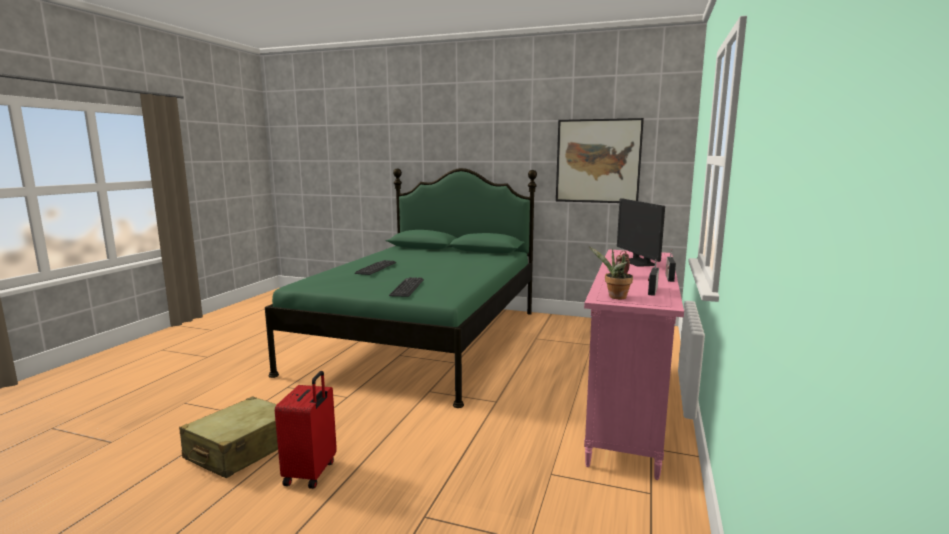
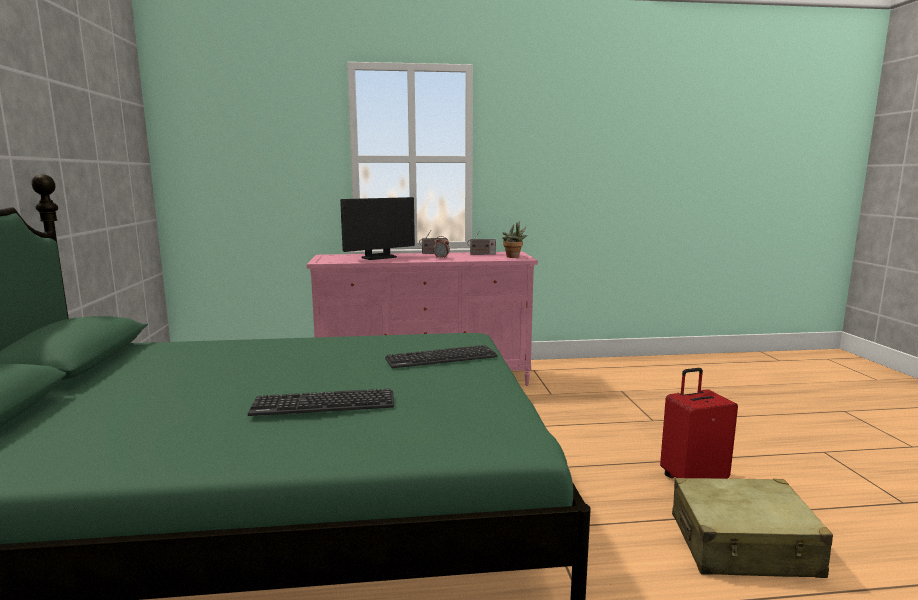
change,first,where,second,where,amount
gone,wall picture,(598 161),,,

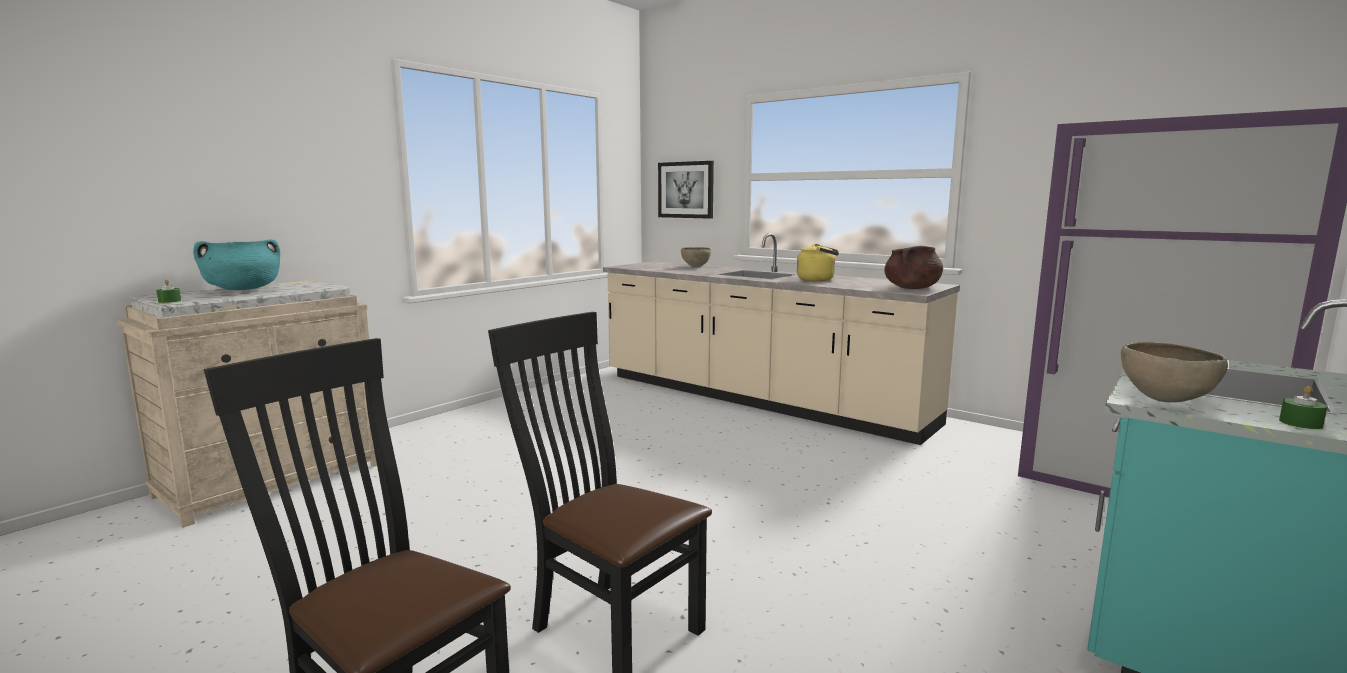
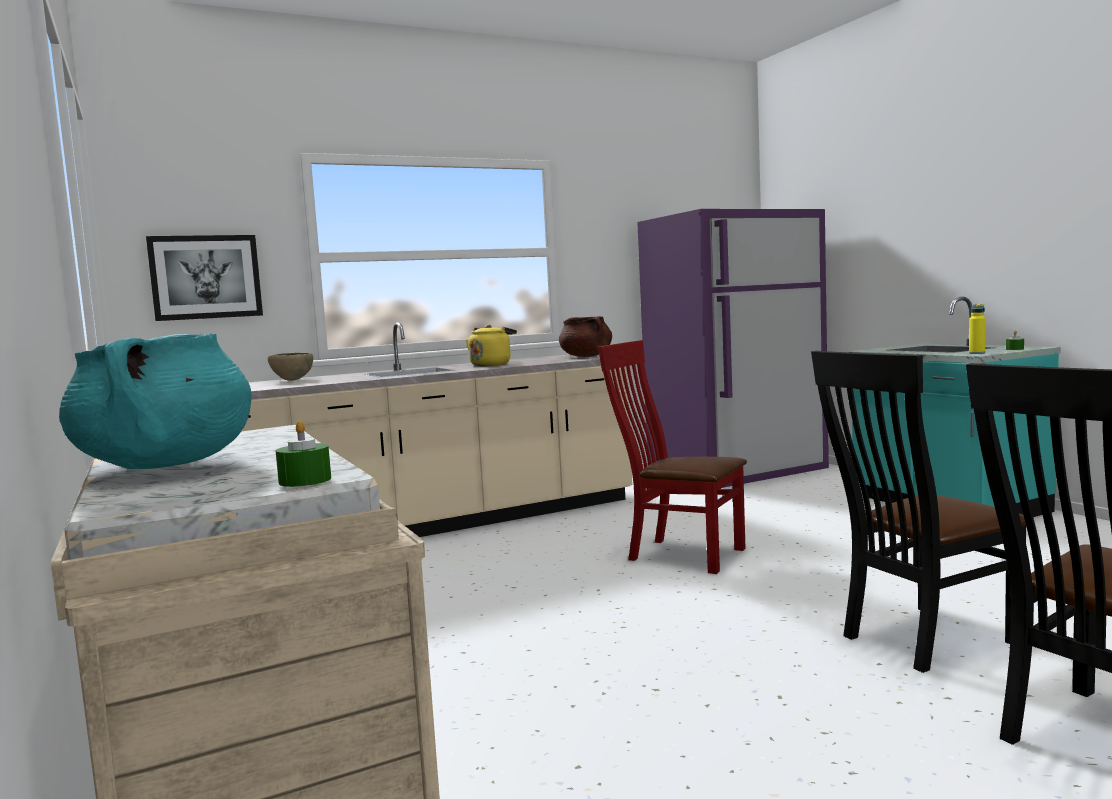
change,first,where,second,where,amount
new,,,red plain chair,(679 554),
swapped,brownish serving bowl,(1164 401),yellow-coloured bottle,(977 353),

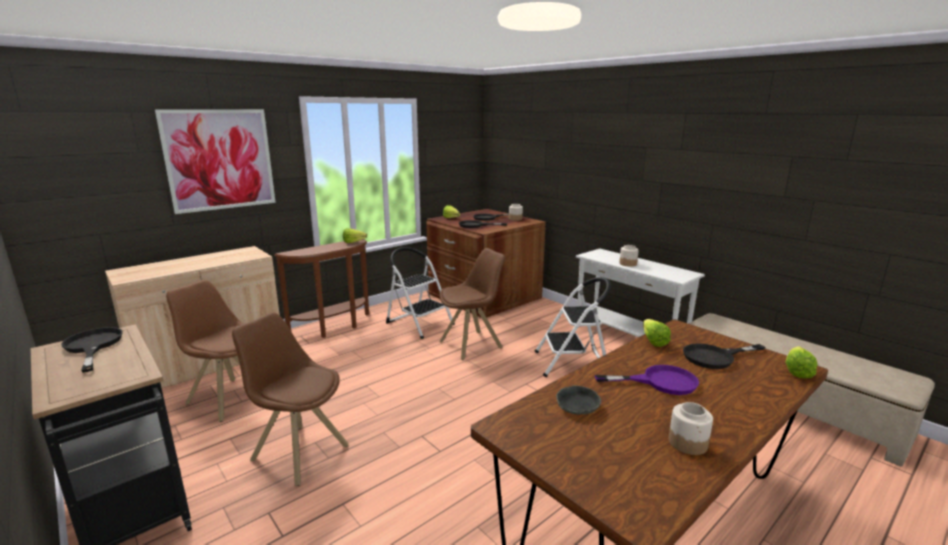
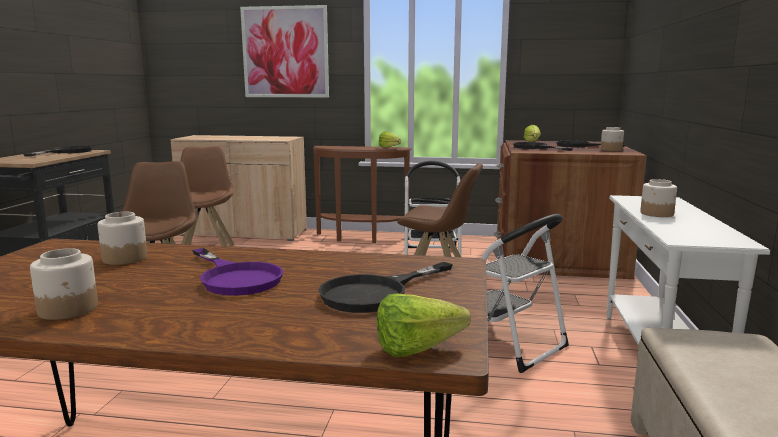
change,first,where,second,where,amount
swapped,gray serving bowl,(577 406),storage jar,(125 258),
rotated,black pan,(715 357),,(375 293),75 degrees counterclockwise
gone,lettuce,(652 340),,,

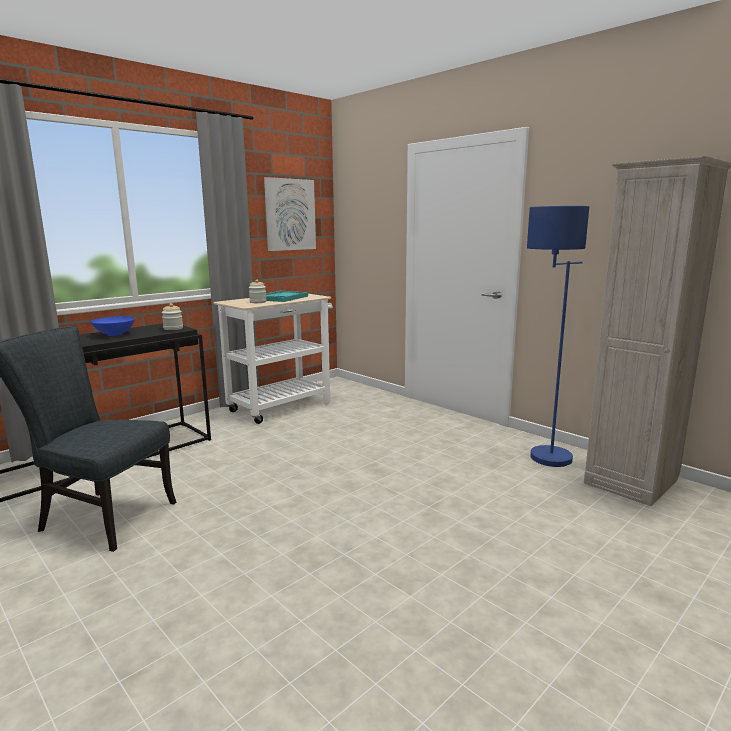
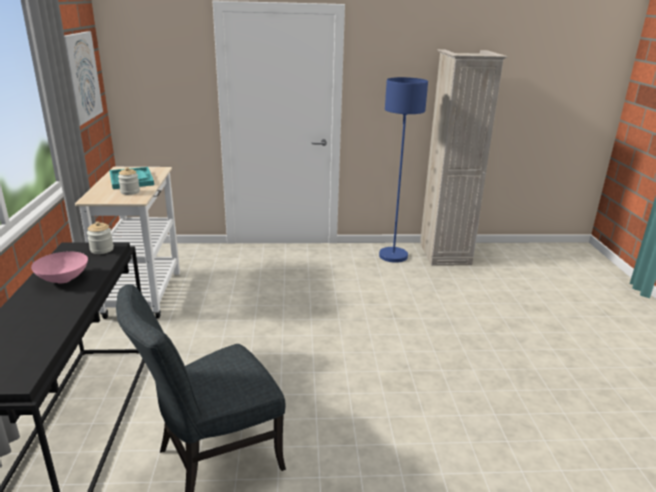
change,first,where,second,where,amount
repainted,blue-coloured serving bowl,(115 334),pink serving bowl,(64 279),

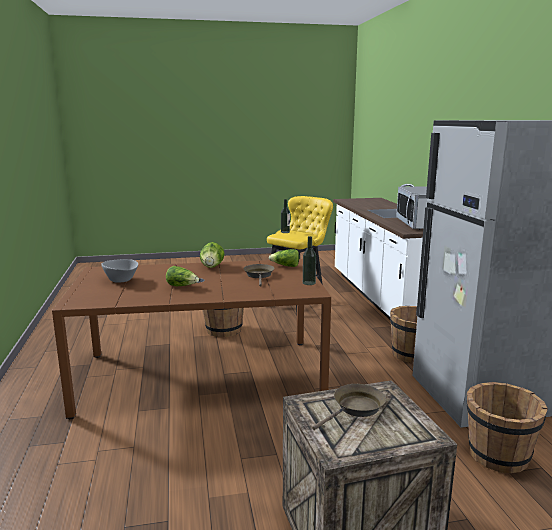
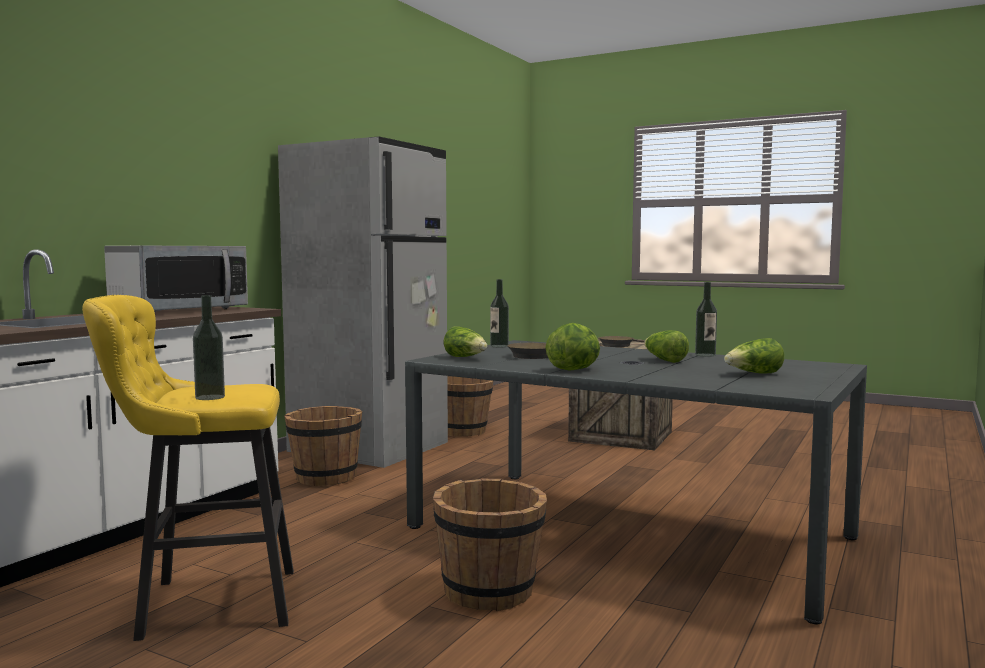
change,first,where,second,where,amount
repainted,brownish kitchen table,(201 375),gray kitchen table,(628 532),
new,,,bottle,(705 355),
swapped,gray serving bowl,(122 281),lettuce,(754 374),

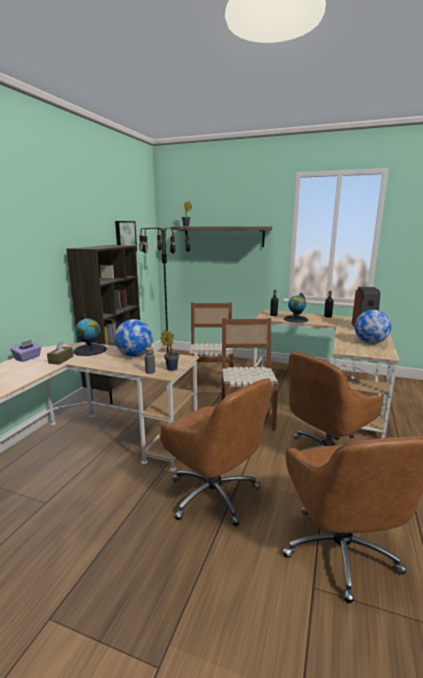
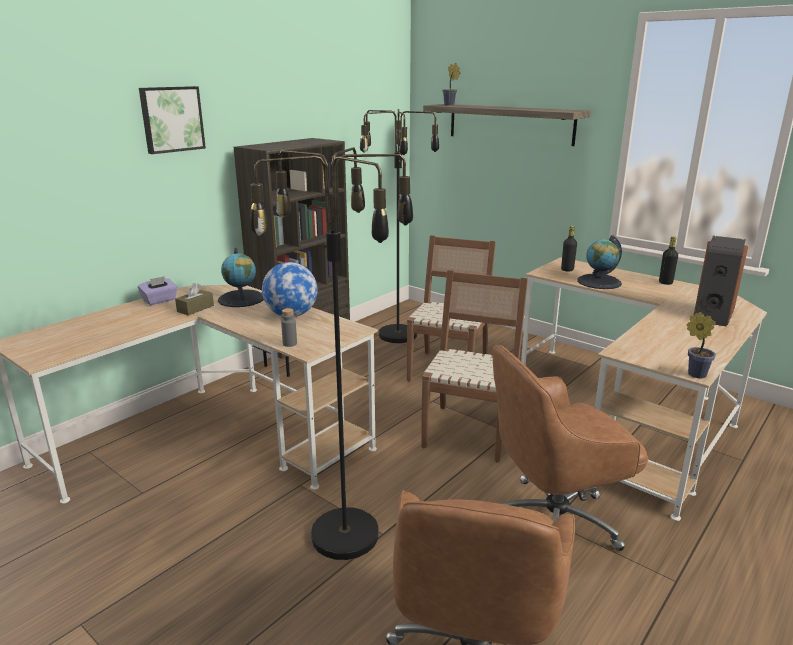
change,first,where,second,where,amount
shifted,wall picture,(125 236),,(171 119),
swapped,brownish computer chair,(213 494),standard lamp,(346 534),
shifted,plant in a pot,(170 368),,(694 374),
gone,desk globe,(370 342),,,

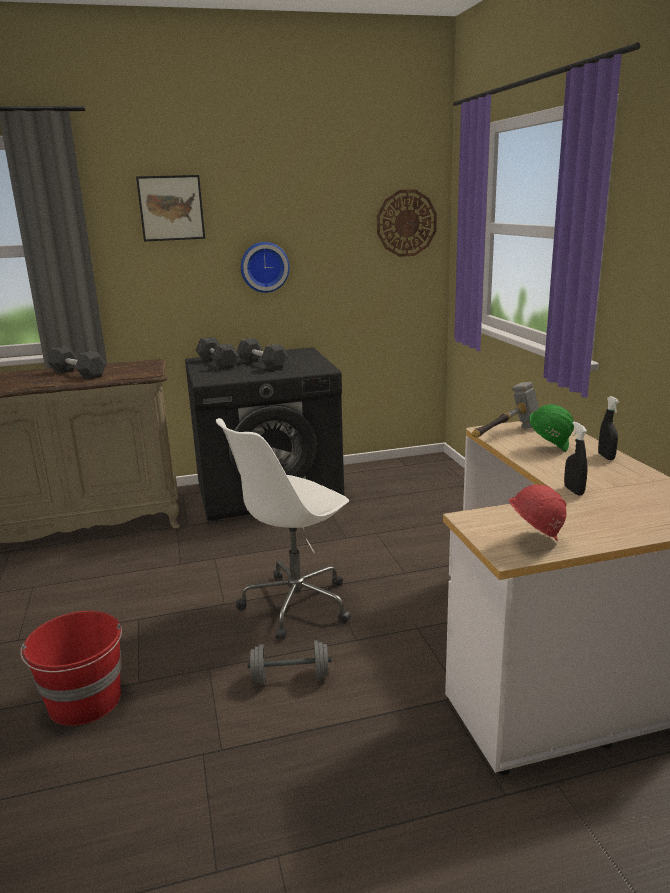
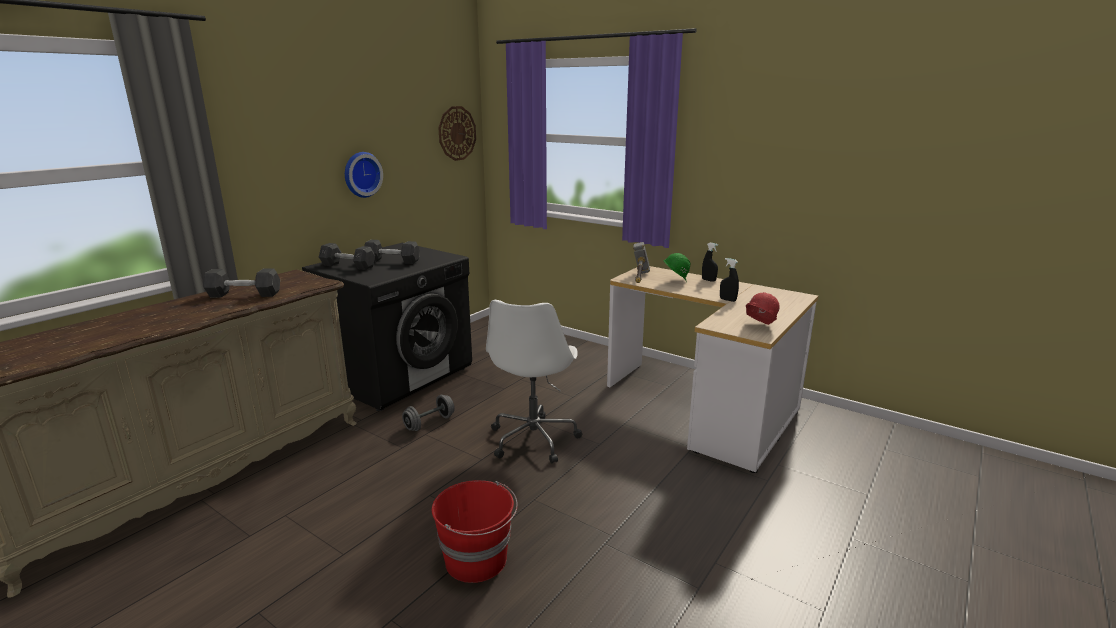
change,first,where,second,where,amount
shifted,gray hand weight,(290 678),,(429 423),
gone,wall picture,(171 208),,,

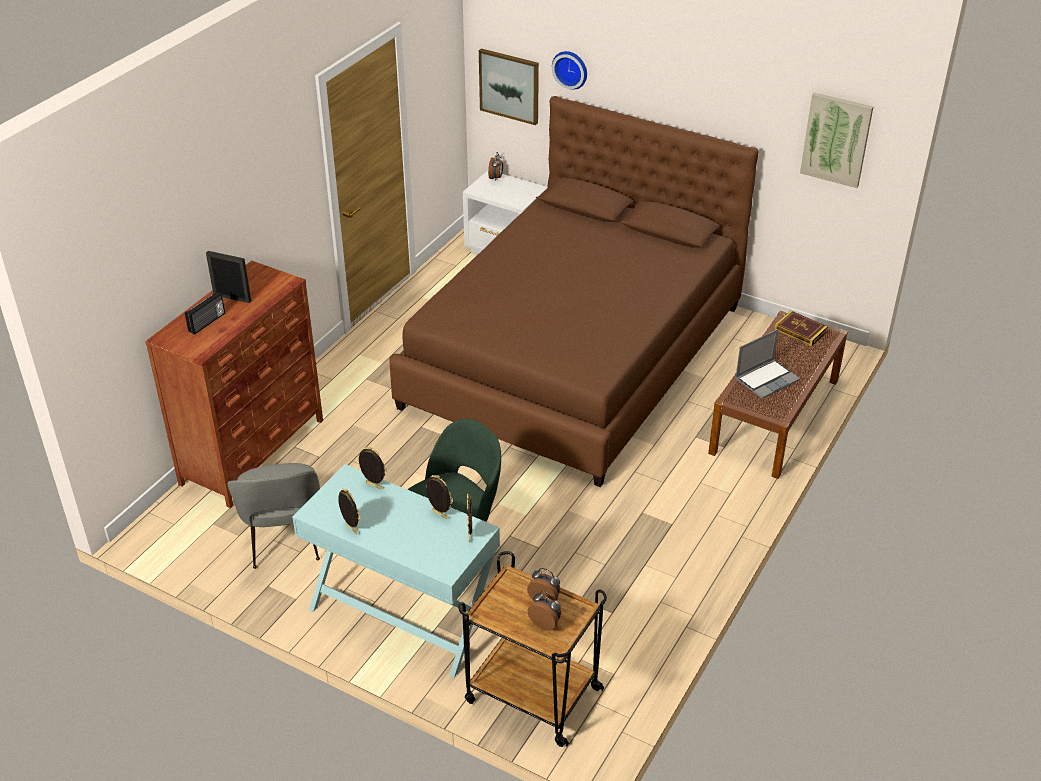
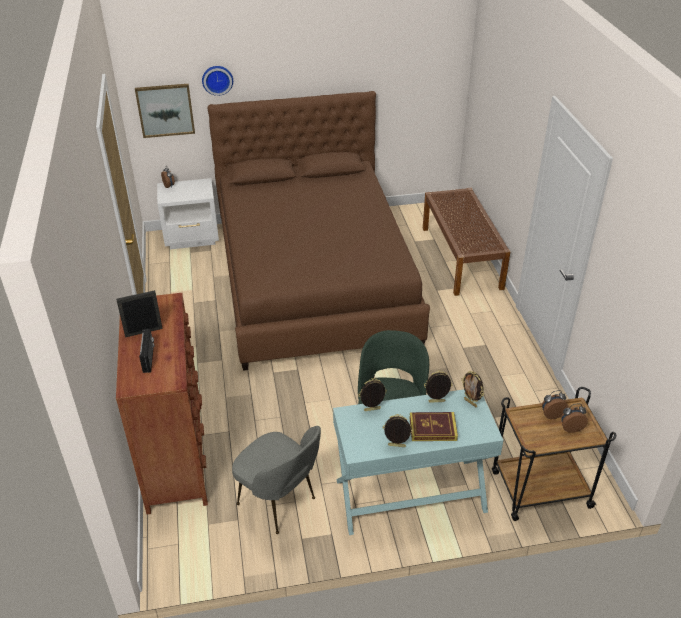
change,first,where,second,where,amount
shifted,book,(800 331),,(432 429),
gone,notebook computer,(767 379),,,
gone,wall picture,(836 139),,,

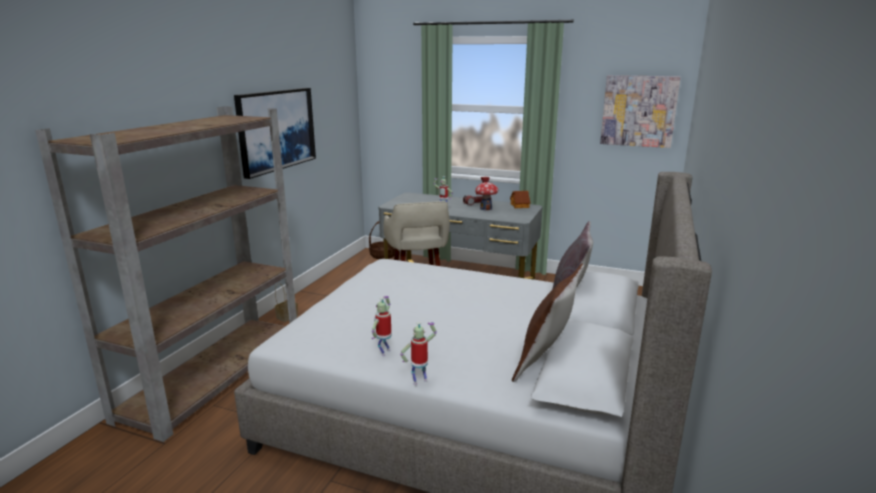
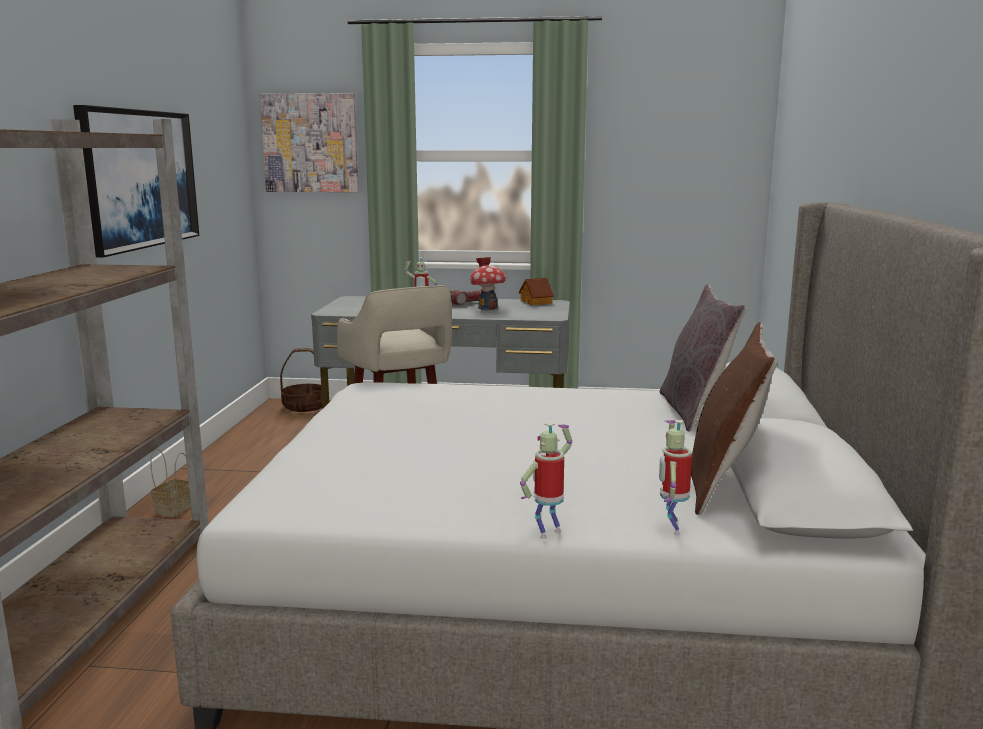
change,first,where,second,where,amount
shifted,wall picture,(638 111),,(310 143),
shifted,robot figure,(384 352),,(671 528),

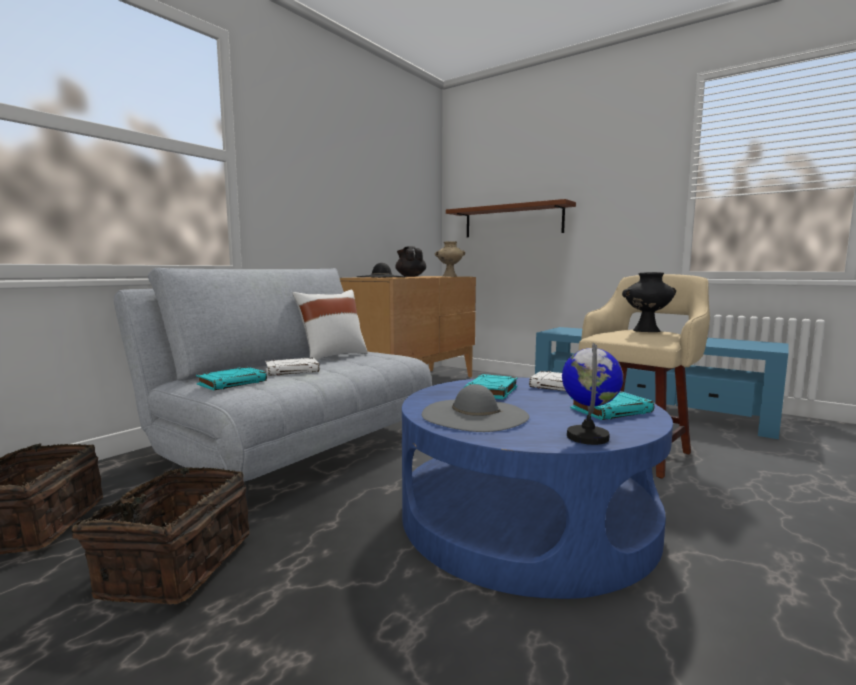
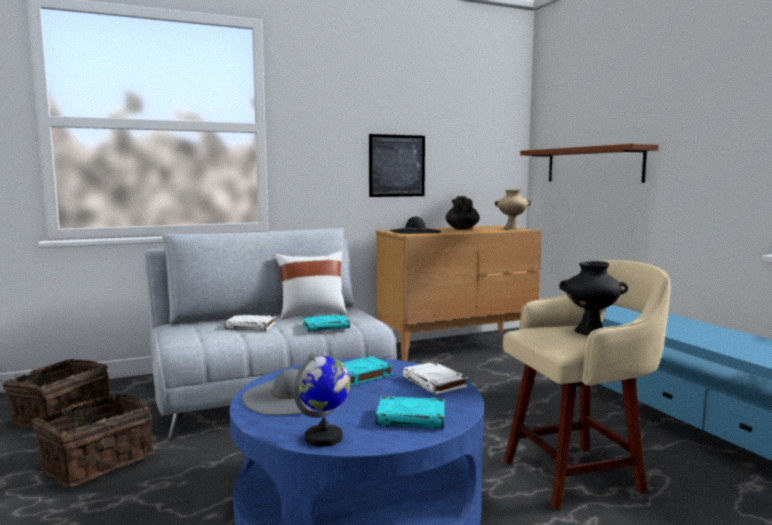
change,first,where,second,where,amount
shifted,blue-green book,(232 383),,(326 326),
new,,,wall picture,(397 166),

